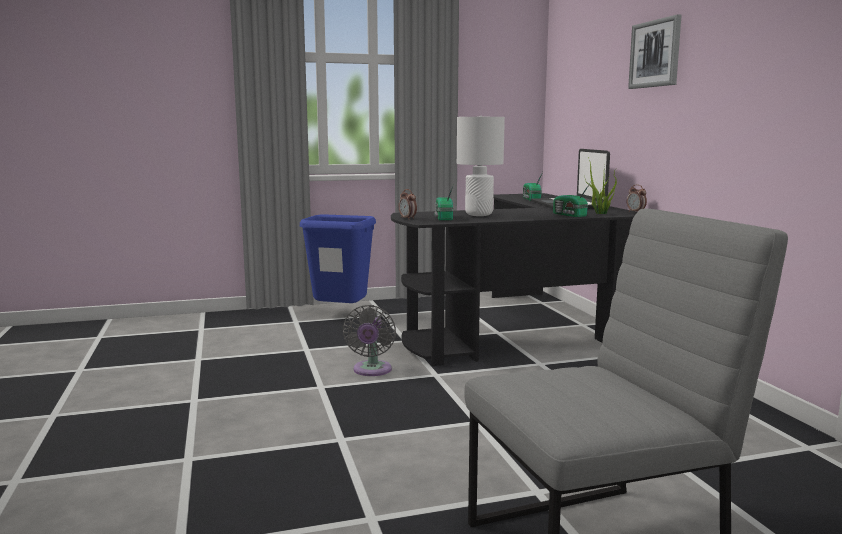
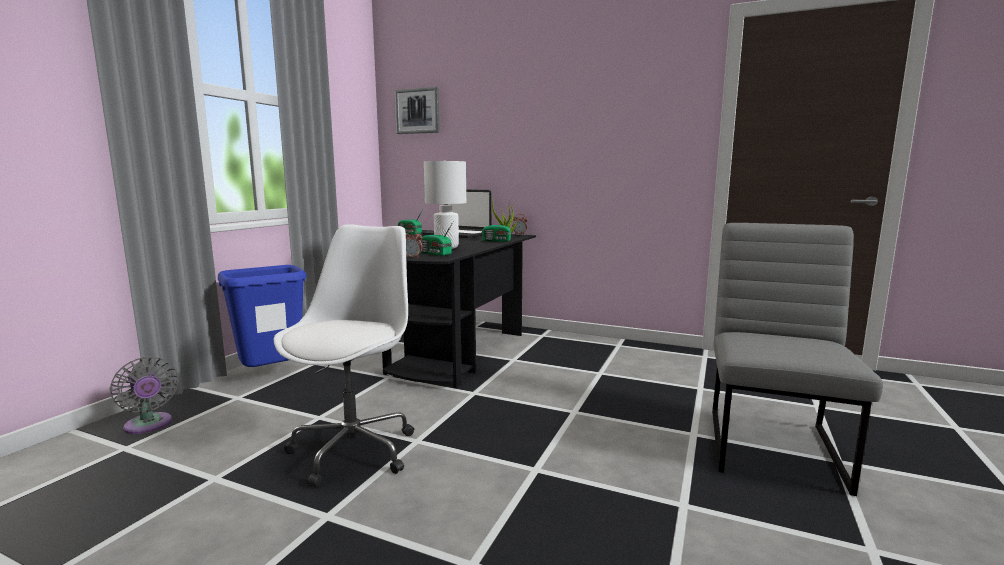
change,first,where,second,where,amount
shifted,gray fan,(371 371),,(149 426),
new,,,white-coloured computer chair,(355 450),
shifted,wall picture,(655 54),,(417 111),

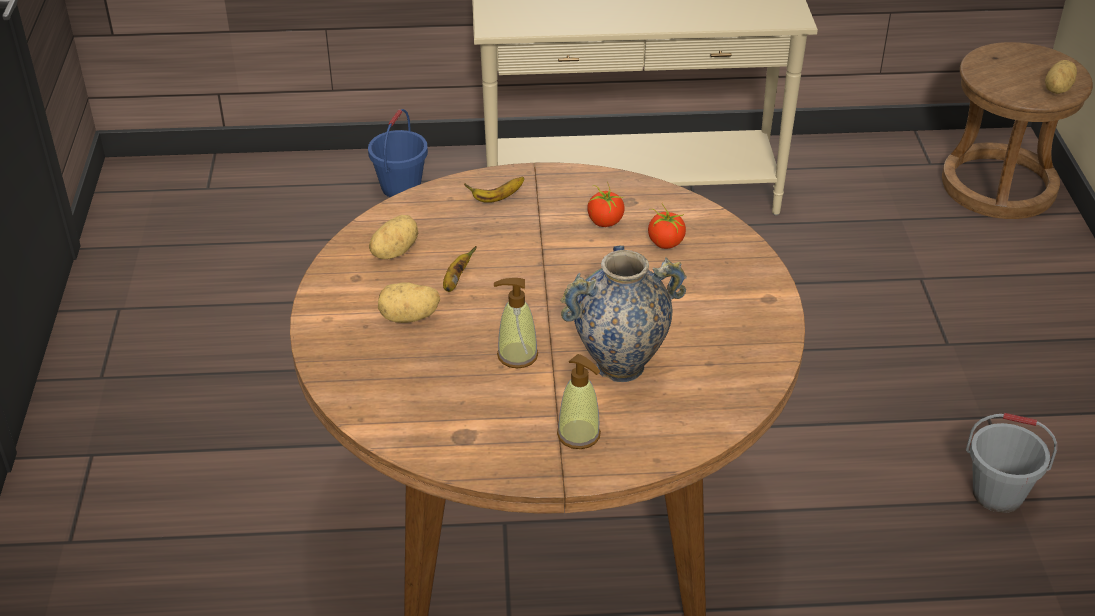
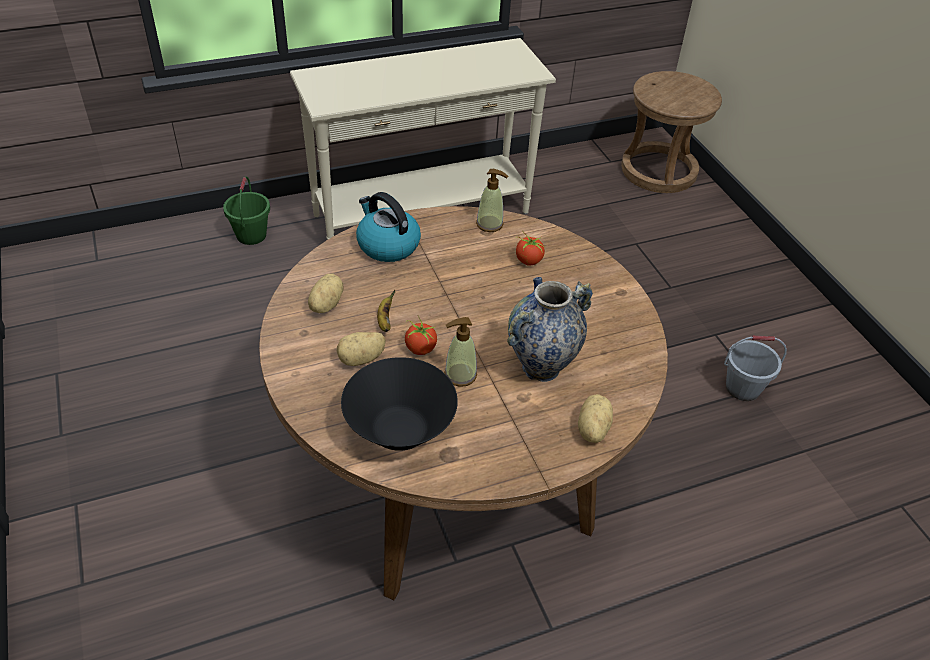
change,first,where,second,where,amount
repainted,blue-coloured pail,(400 187),green-coloured pail,(251 235),
new,,,black serving bowl,(399 430),
swapped,banana fruit,(497 198),tea kettle,(387 245),
shifted,fresh tomato,(605 222),,(420 348),
shifted,soap bottle,(579 435),,(490 224),
shifted,spud,(1056 89),,(591 429),

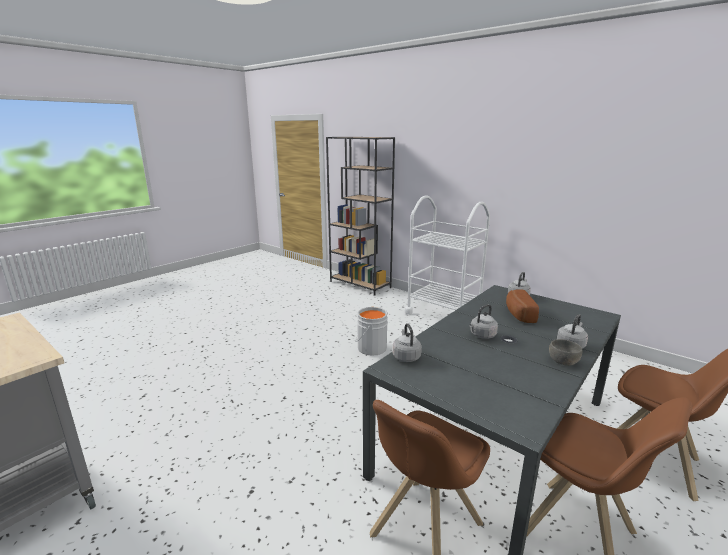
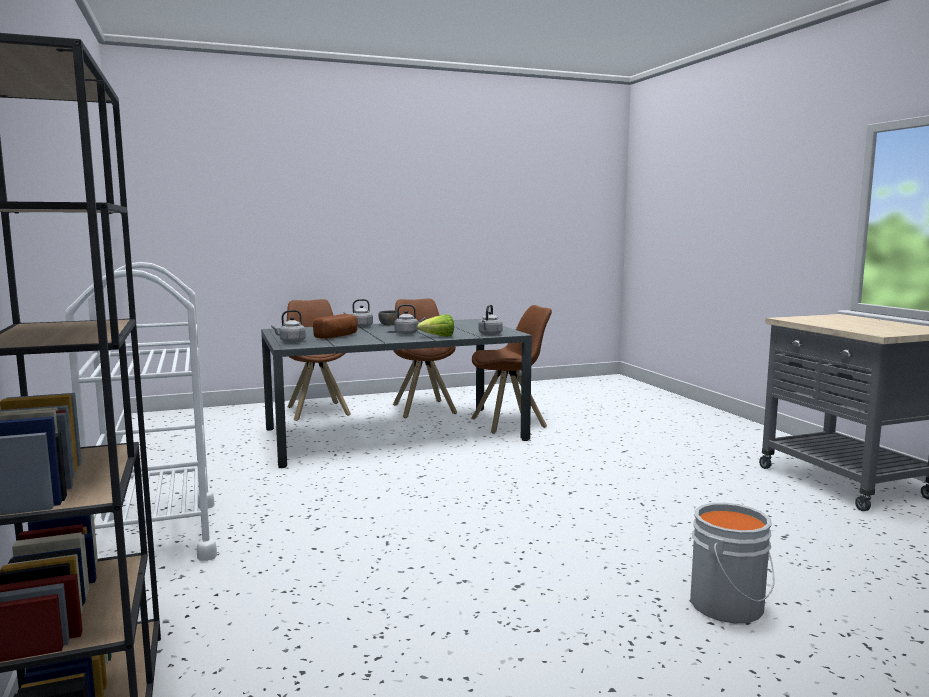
change,first,where,second,where,amount
new,,,lettuce,(438 337),
shifted,gray pail,(370 348),,(730 606),

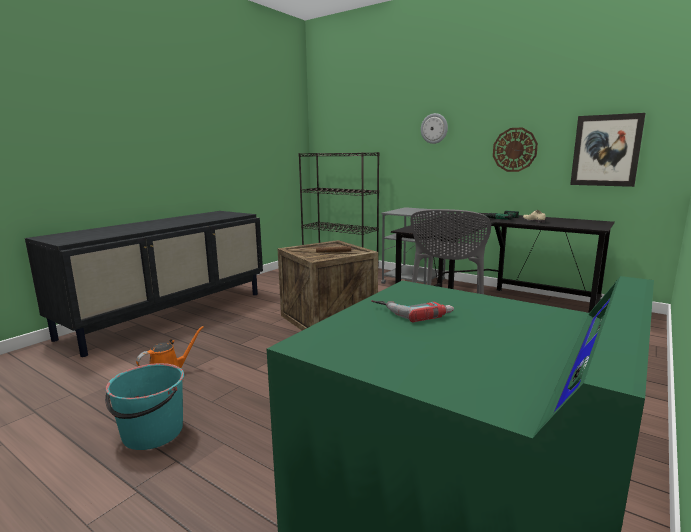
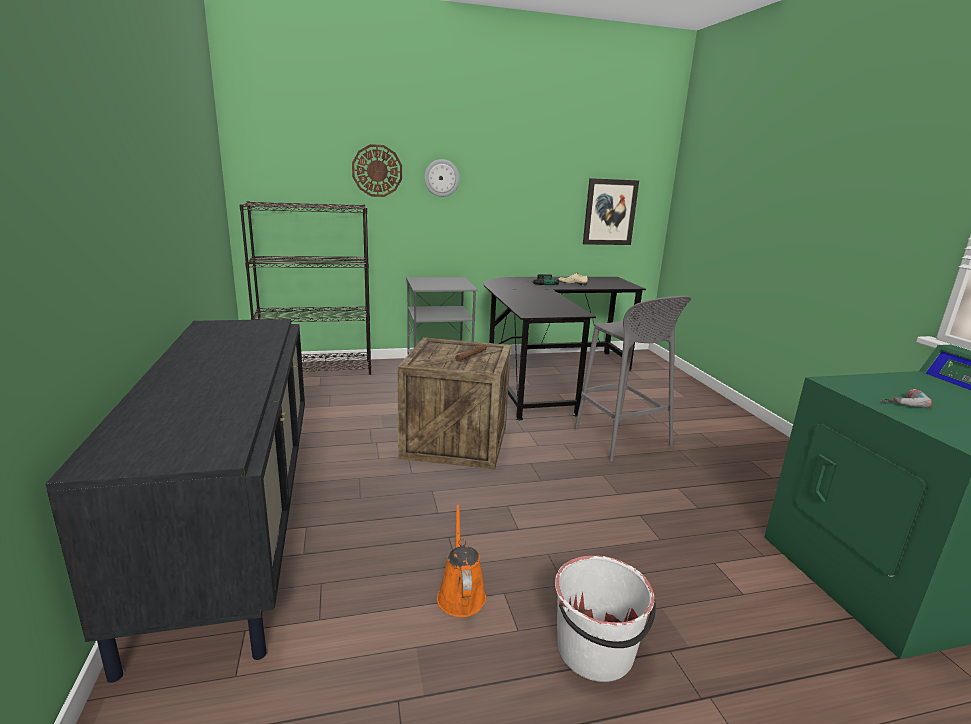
change,first,where,second,where,amount
shifted,wall clock,(514 149),,(377 171),
repainted,blue-green pail,(152 433),white-coloured pail,(596 651),

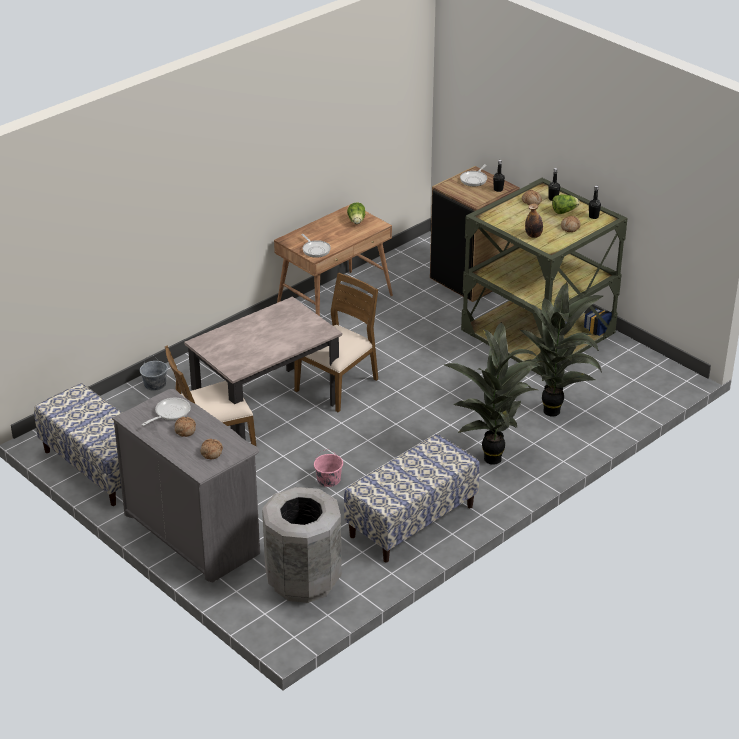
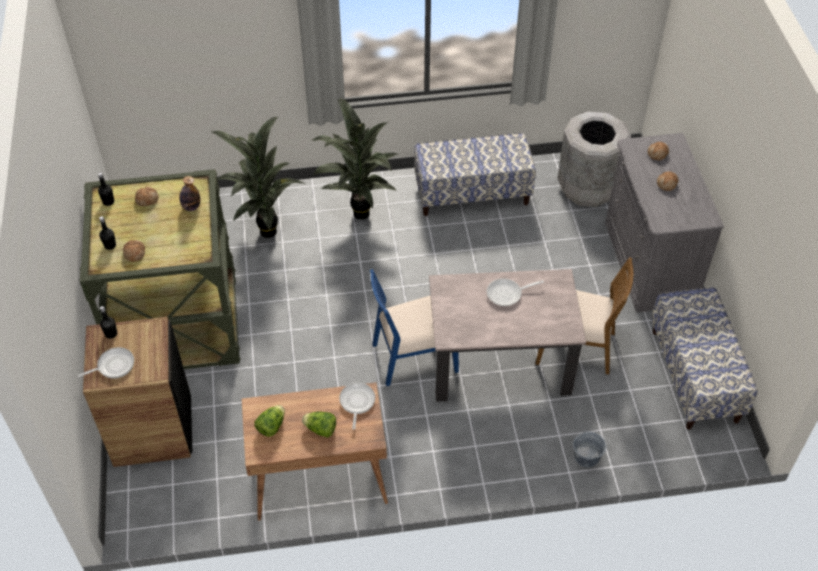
change,first,where,second,where,amount
shifted,lettuce,(564 211),,(320 429),
repainted,brownish plain chair,(338 385),blue-coloured plain chair,(413 356),
shifted,pan,(170 413),,(507 294),
gone,pink pail,(328 479),,,

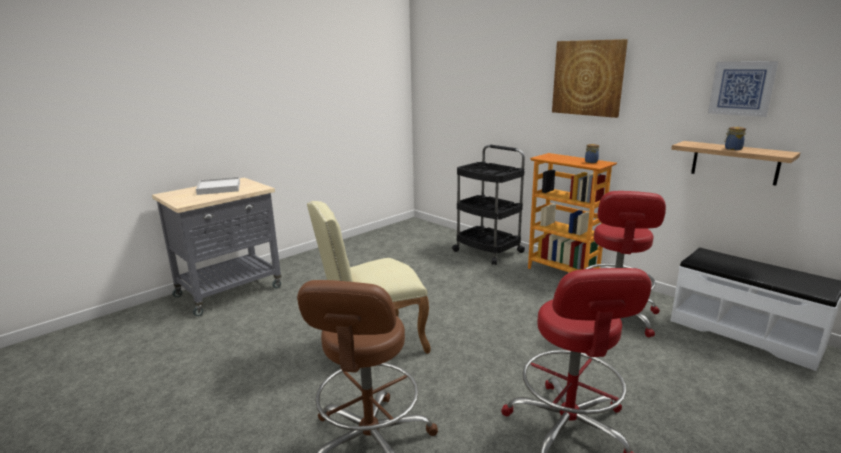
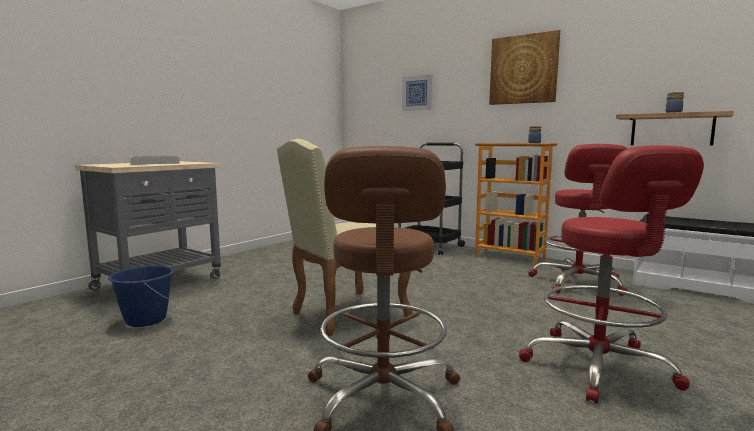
change,first,where,second,where,amount
new,,,blue-coloured pail,(145 320),
shifted,wall picture,(741 88),,(417 93),

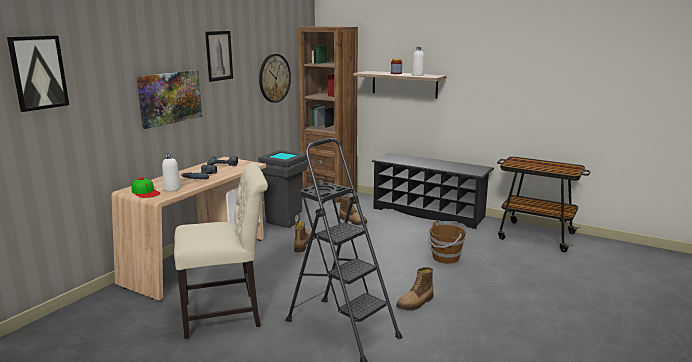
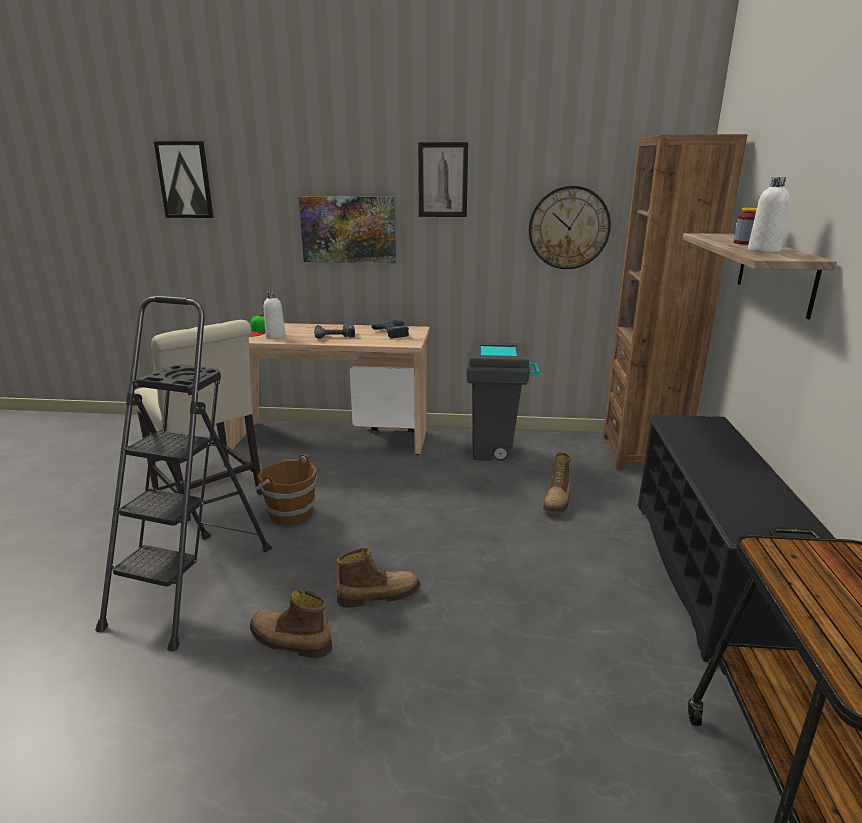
change,first,where,second,where,amount
shifted,brownish pail,(445 258),,(290 513),
shifted,high-top boot,(302 244),,(379 595),

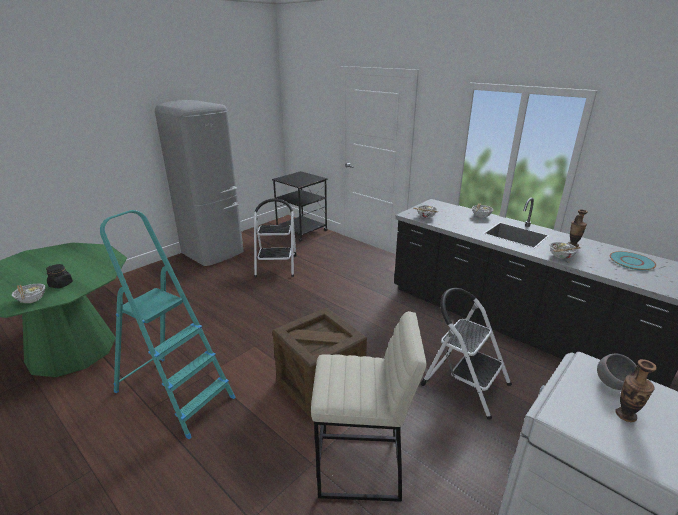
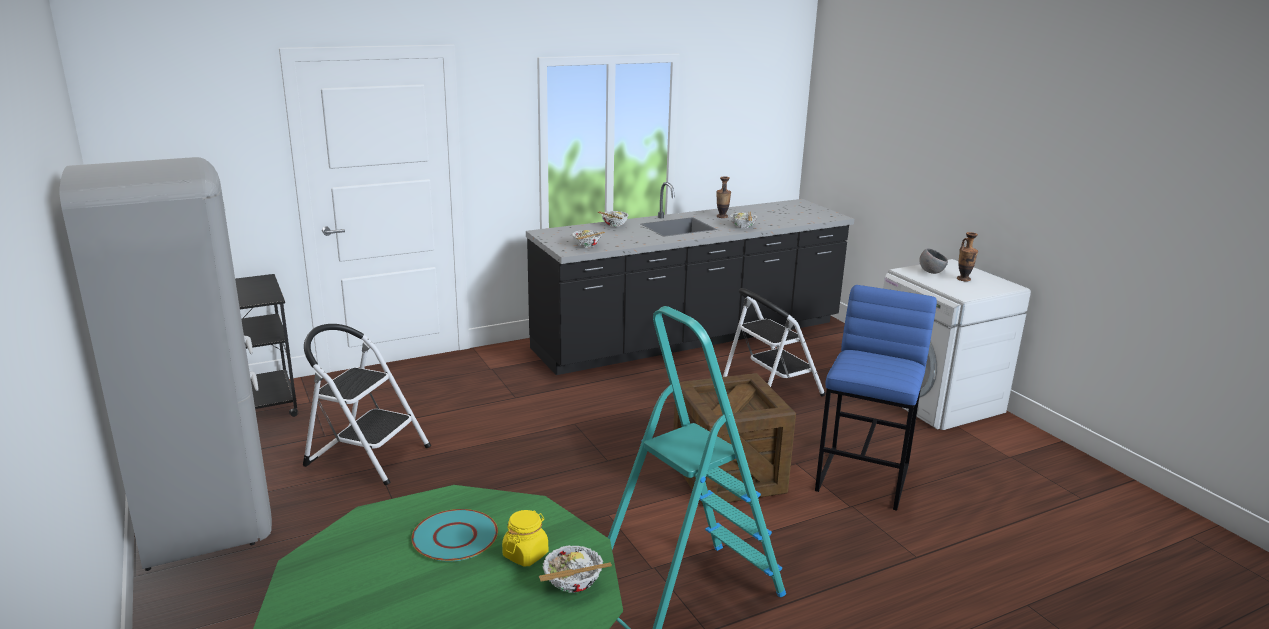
change,first,where,second,where,amount
shifted,blue-green dinner plate,(631 262),,(455 537),
repainted,black storage jar,(61 284),yellow-coloured storage jar,(525 554),
repainted,sand-coloured stool seat,(362 466),blue-coloured stool seat,(863 476),

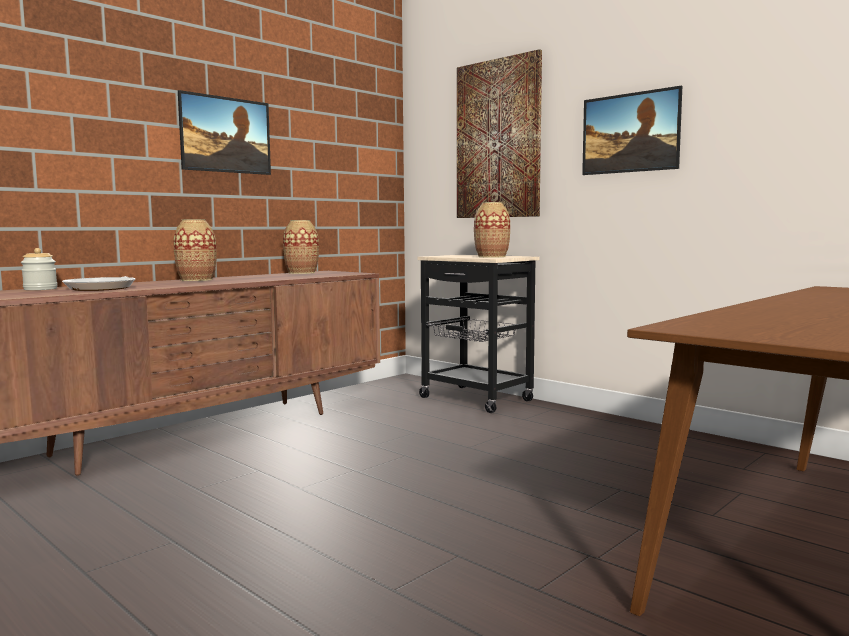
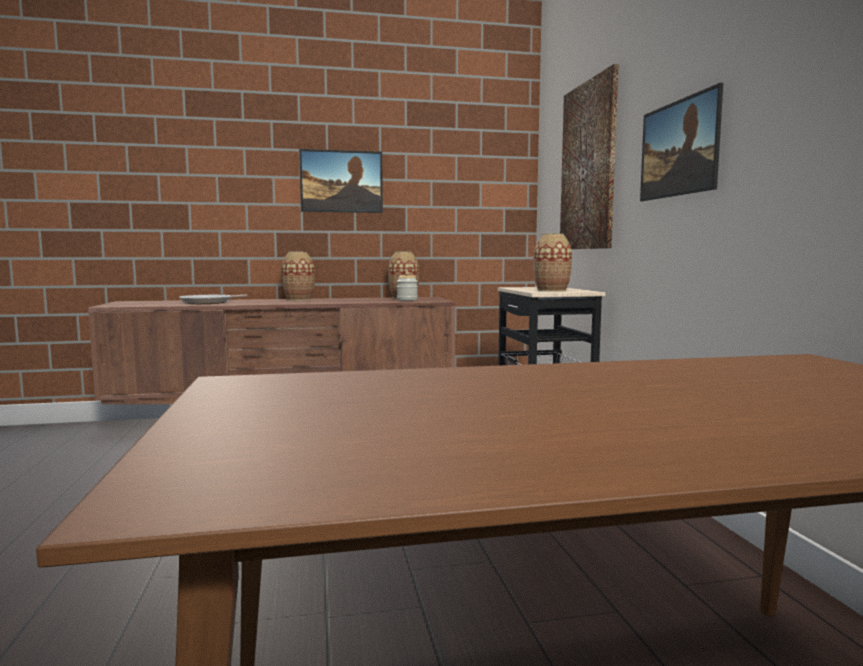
change,first,where,second,where,amount
shifted,storage jar,(40 289),,(407 300),

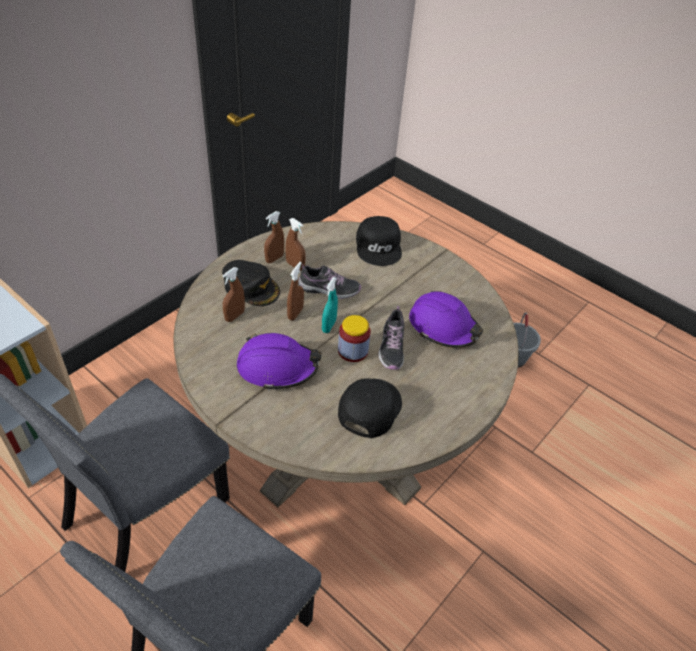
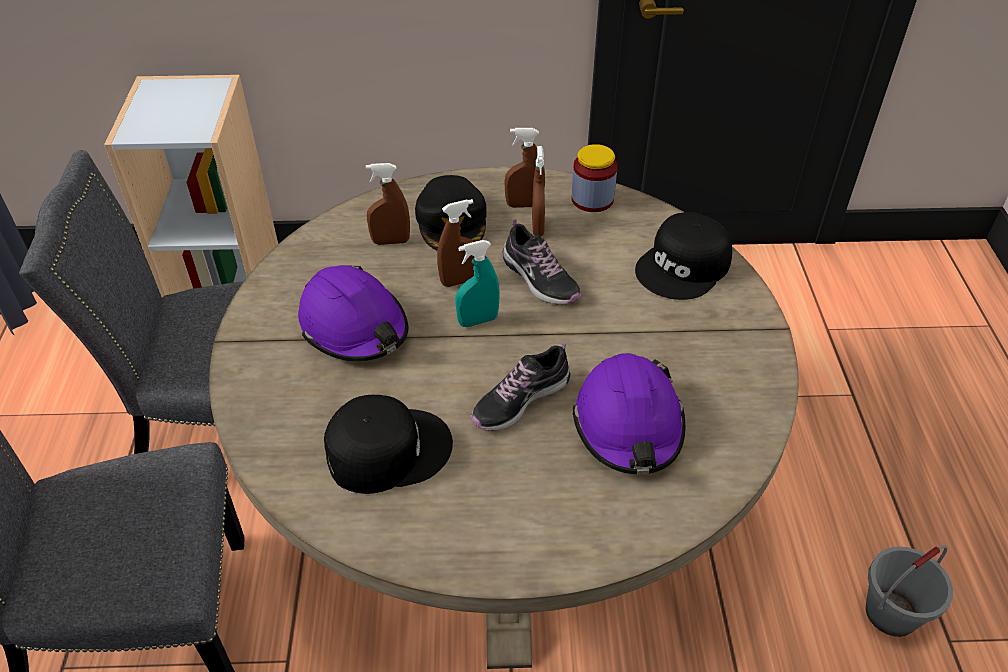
change,first,where,second,where,amount
shifted,storage jar,(353 351),,(592 199),

